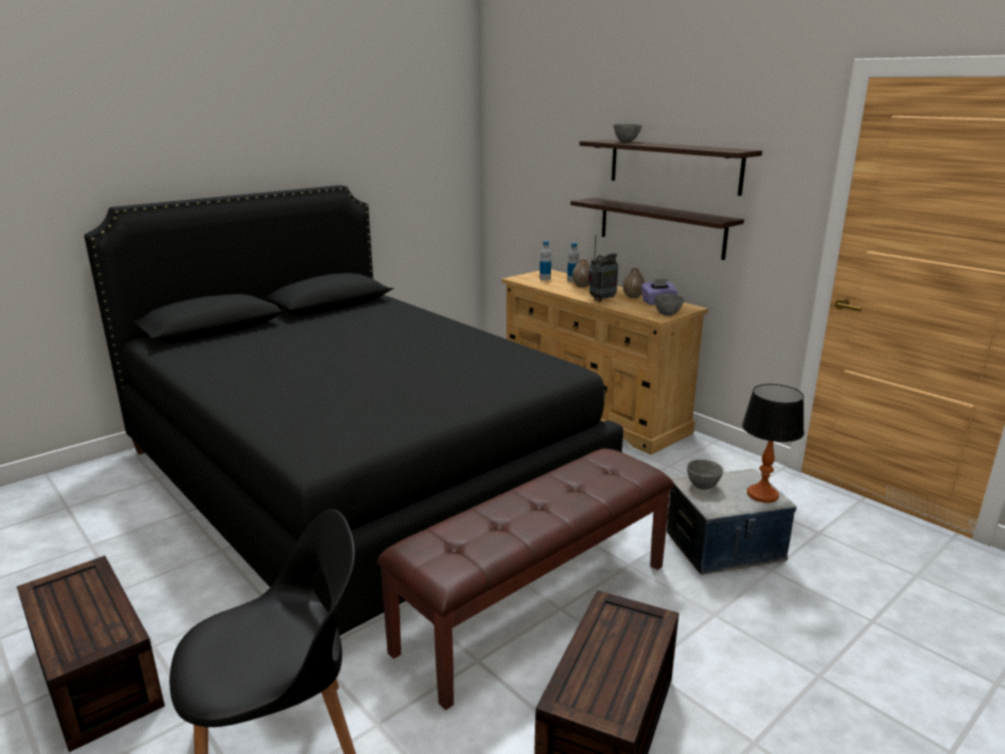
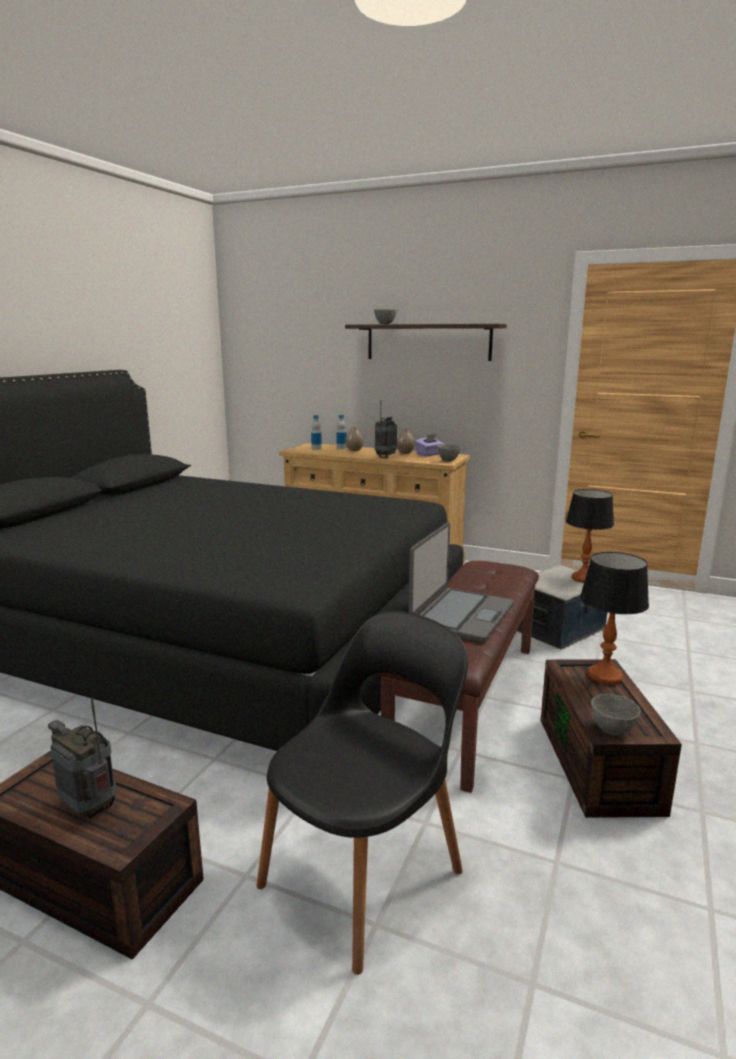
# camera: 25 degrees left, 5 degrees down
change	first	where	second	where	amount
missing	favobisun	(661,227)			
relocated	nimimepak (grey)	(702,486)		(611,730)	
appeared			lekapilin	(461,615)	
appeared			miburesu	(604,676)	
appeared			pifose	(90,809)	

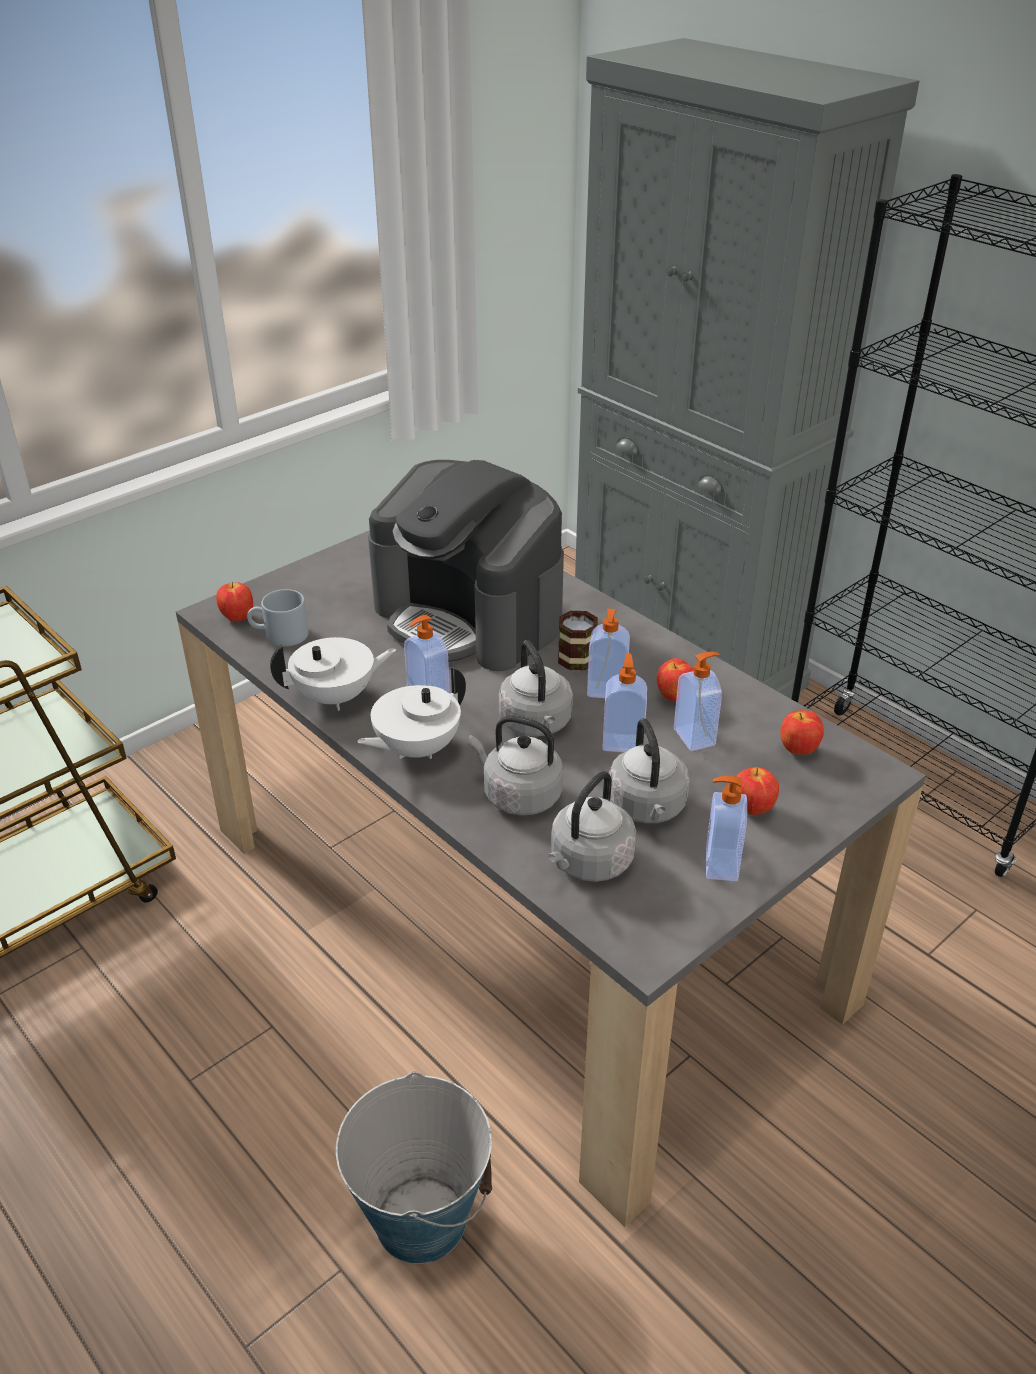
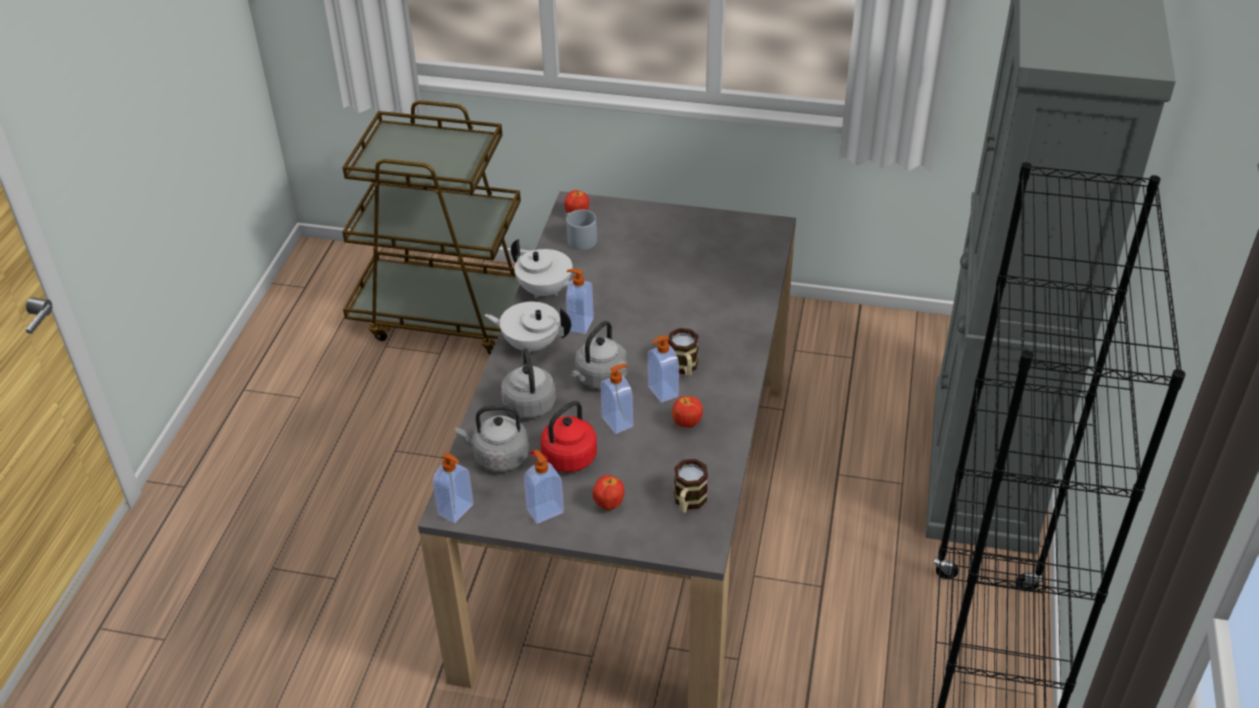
# camera: 55 degrees right, 5 degrees up
change	first	where	second	where	amount
missing	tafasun	(470,617)			
relocated	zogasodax	(695,737)		(456,510)	
exchanged	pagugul	(798,750)	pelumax	(688,502)	
colour	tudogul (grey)	(647,808)	tudogul (red)	(566,459)	
missing	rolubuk	(421,1218)			

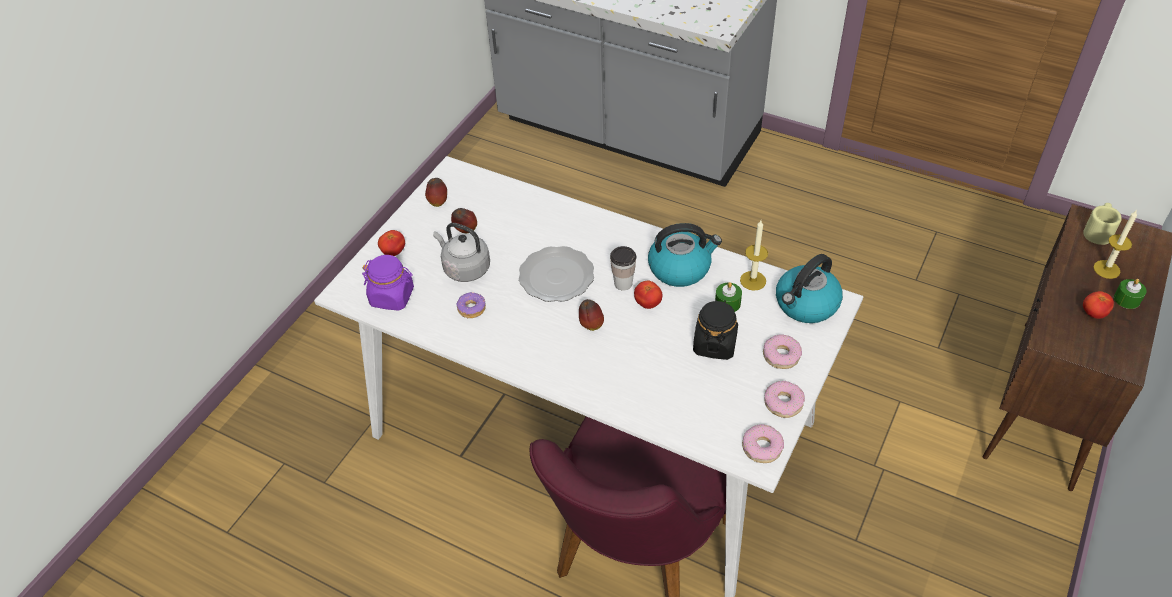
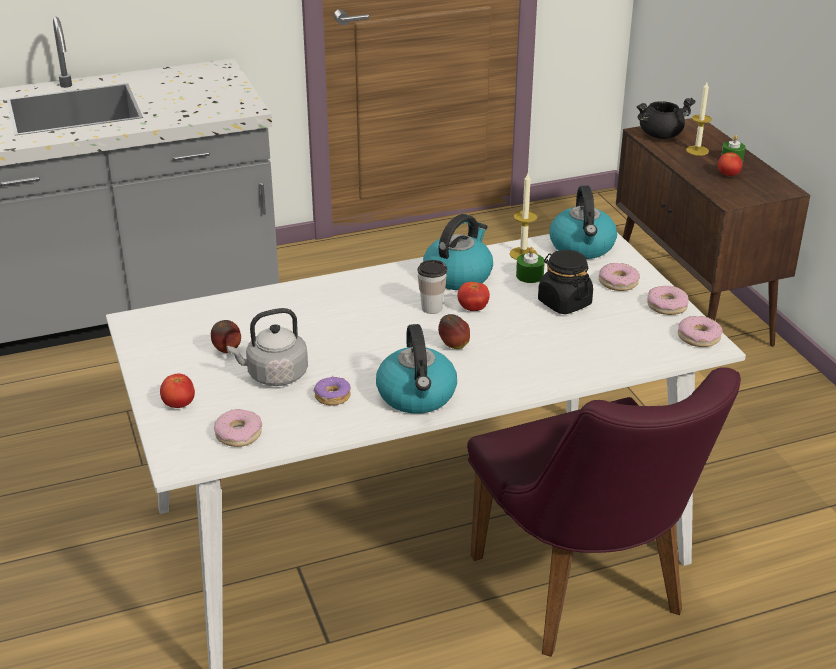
# camera: 50 degrees left, 15 degrees down
change	first	where	second	where	amount
missing	pagugul	(438,202)			
exchanged	pelumax (beige)	(1098,231)	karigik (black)	(661,135)	
missing	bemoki	(555,277)			
exchanged	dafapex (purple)	(392,297)	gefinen	(239,434)	
appeared			tudogul	(417,396)	

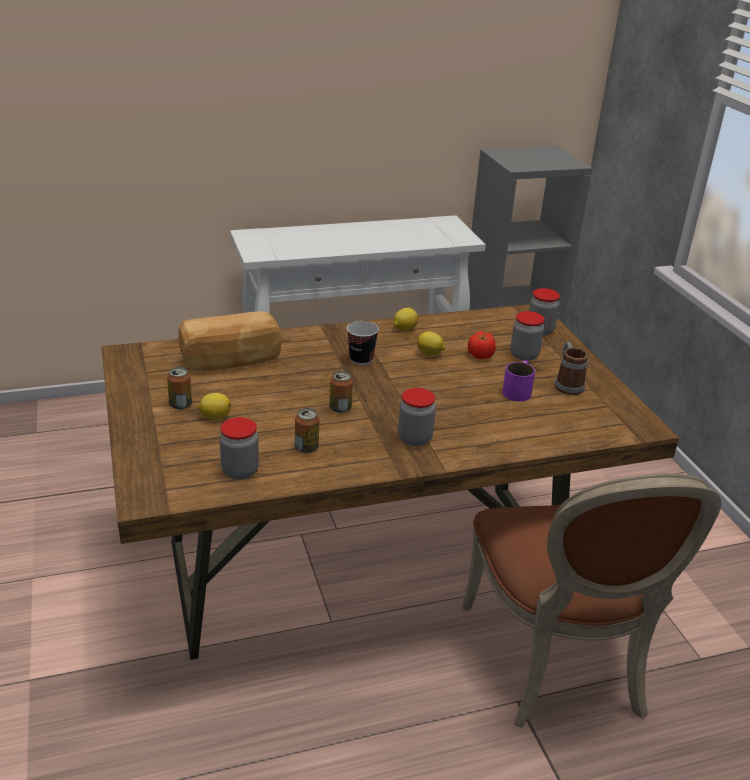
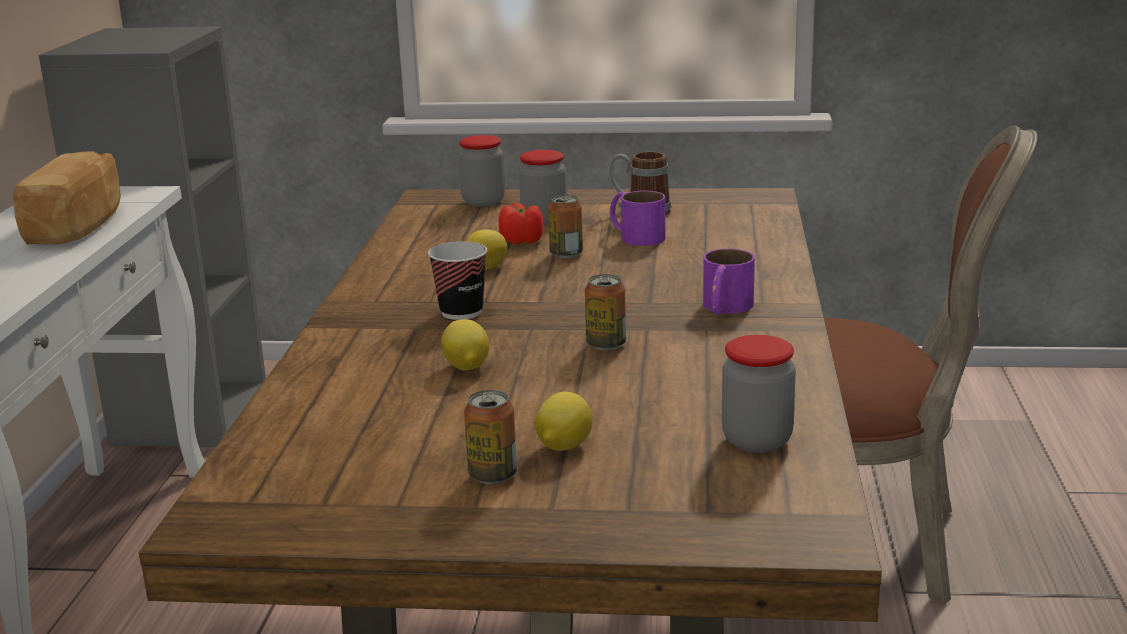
# camera: 65 degrees left, 10 degrees down
change	first	where	second	where	amount
relocated	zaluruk	(404,329)		(466,367)	
relocated	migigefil	(231,360)		(79,226)	
exchanged	dafapex	(415,438)	pelumax (purple)	(724,308)	
relocated	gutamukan	(306,448)		(566,254)	

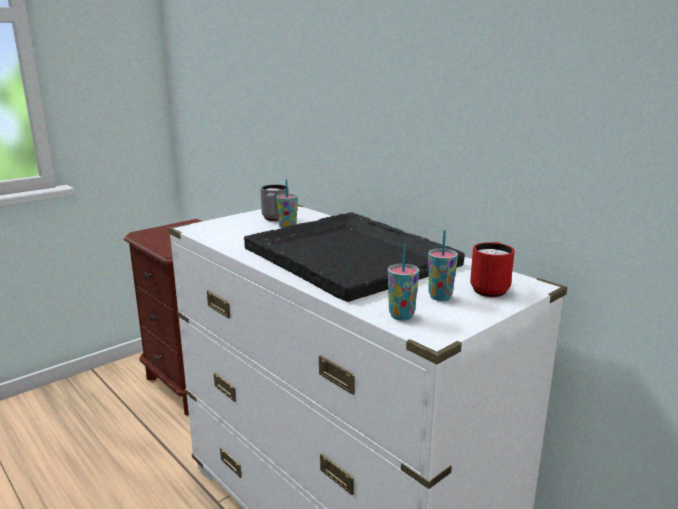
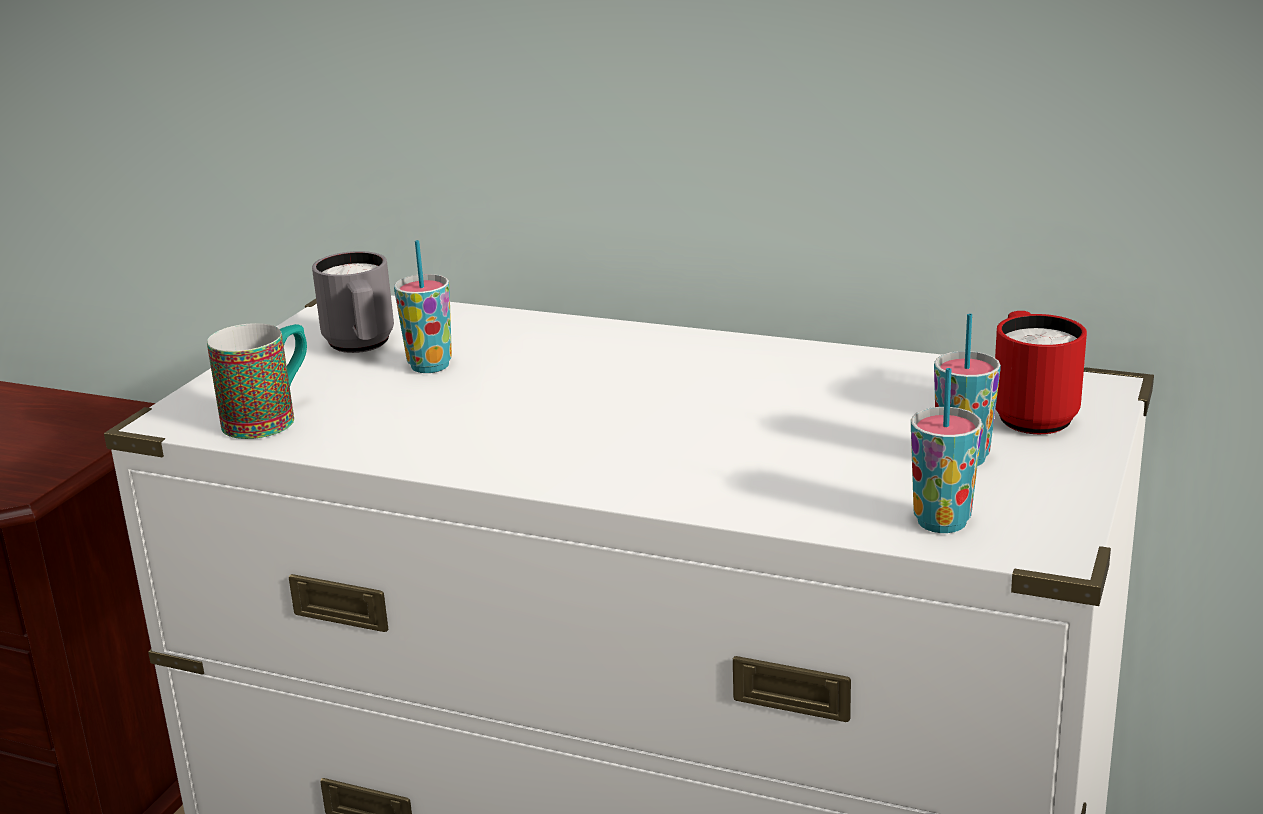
# camera: 25 degrees left, 5 degrees up
change	first	where	second	where	amount
missing	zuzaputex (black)	(348,256)			
appeared			pelumax	(271,417)	

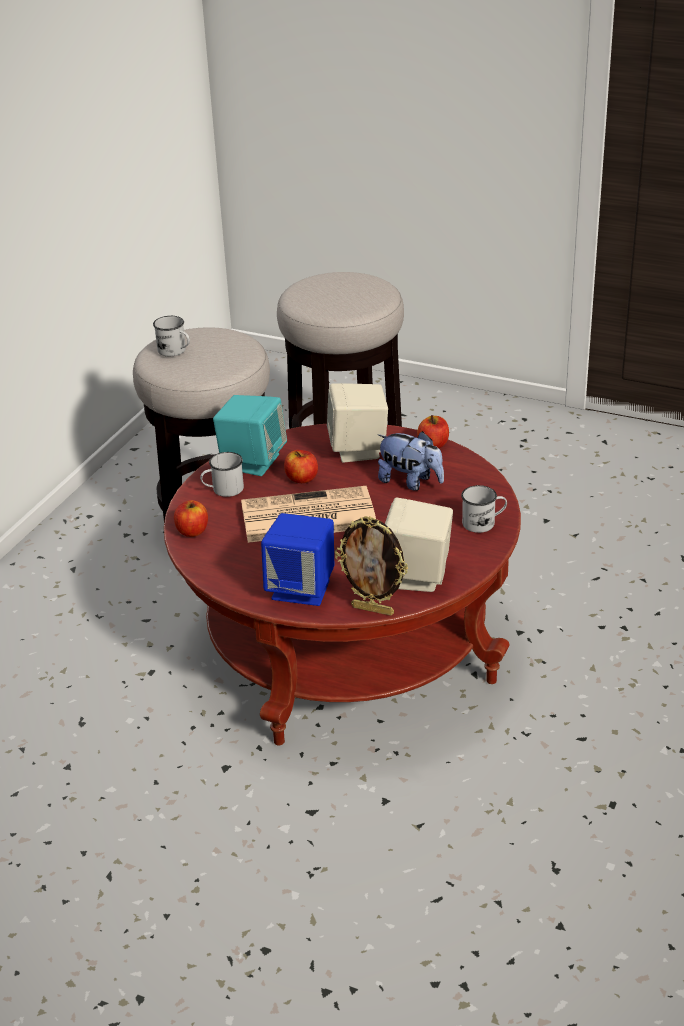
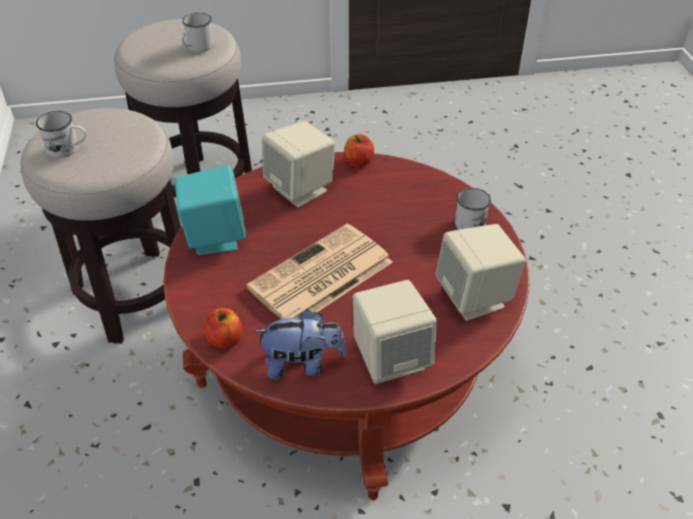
# camera: 35 degrees left, 10 degrees up
change	first	where	second	where	amount
relocated	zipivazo	(410,482)		(302,364)	
missing	pagugul	(302,479)			
relocated	pelumax (white)	(223,490)		(197,48)	
colour	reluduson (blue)	(302,589)	reluduson (beige)	(391,358)	
missing	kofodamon	(373,609)			

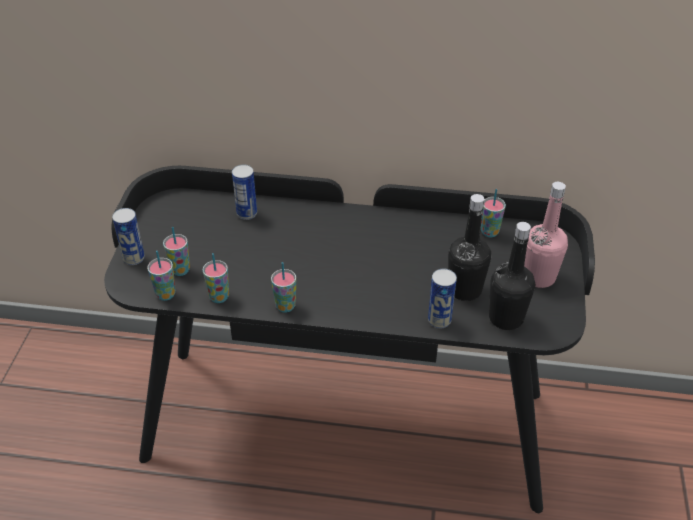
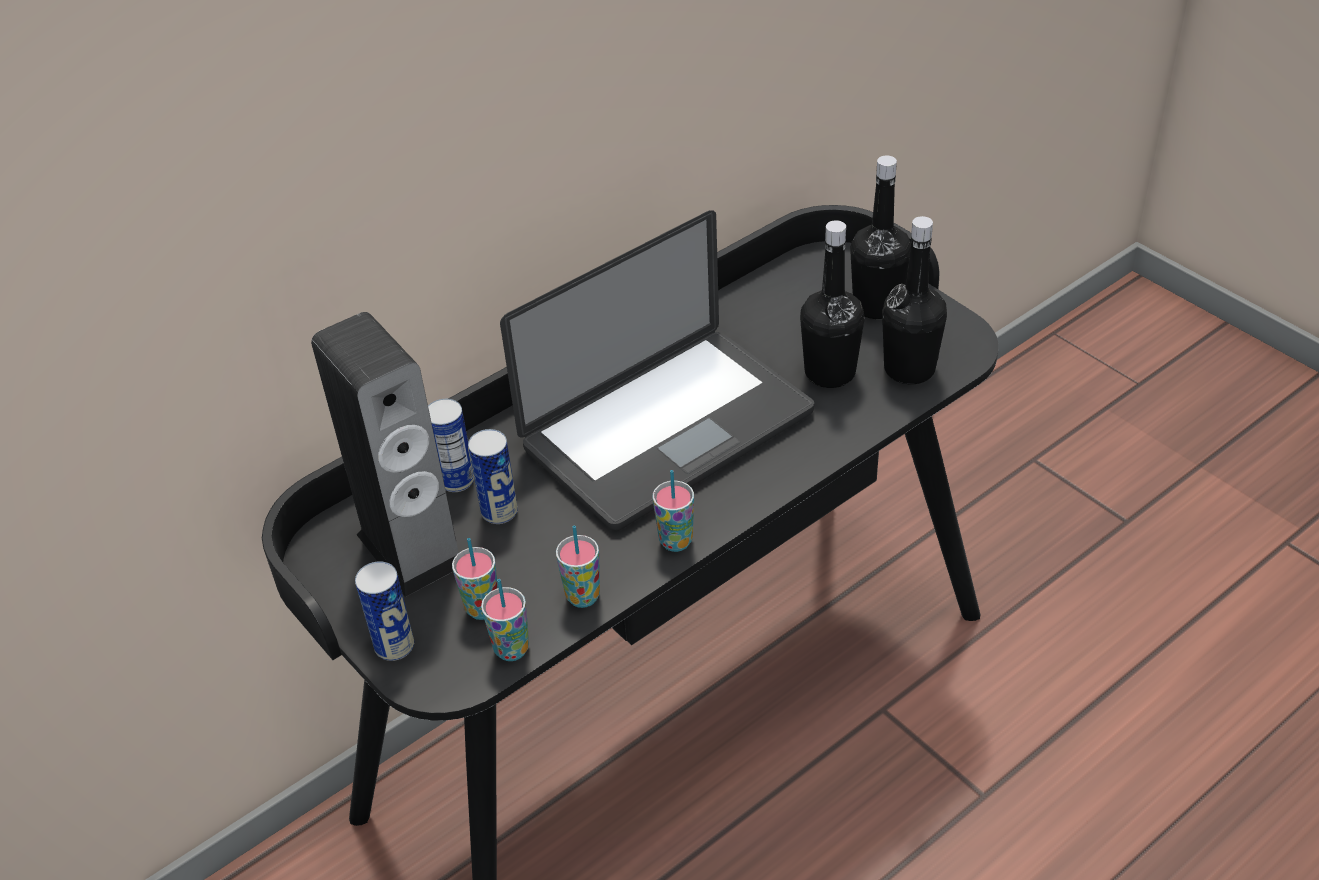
# camera: 45 degrees left, 0 degrees up
change	first	where	second	where	amount
colour	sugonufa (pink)	(538,277)	sugonufa (black)	(877,305)	
missing	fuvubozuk	(489,232)			
relocated	gutamukan	(439,320)		(499,512)	
appeared			lekapilin	(668,431)	
appeared			reluduson	(411,549)	

